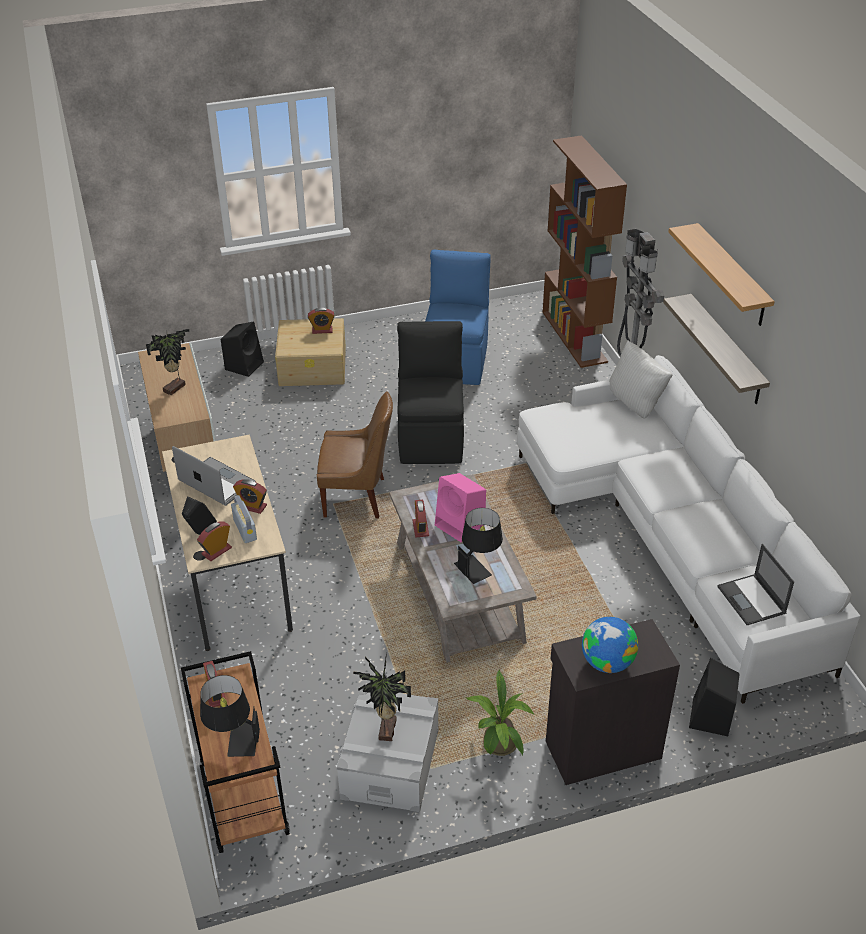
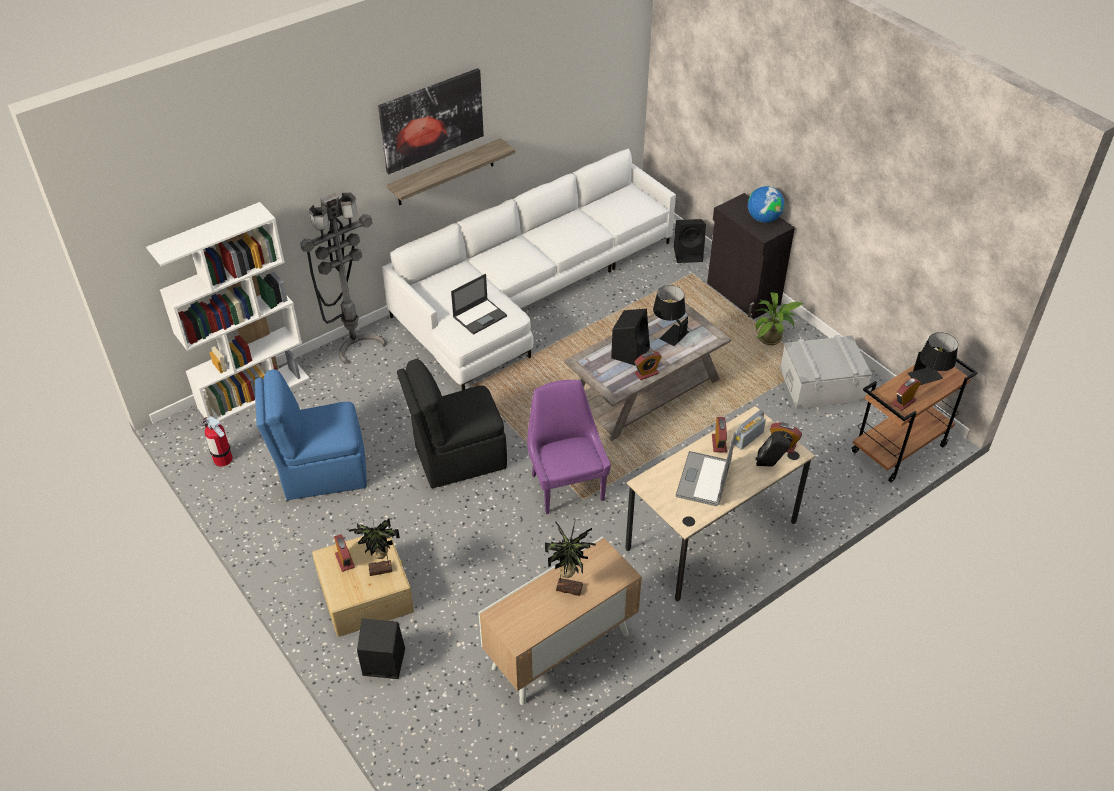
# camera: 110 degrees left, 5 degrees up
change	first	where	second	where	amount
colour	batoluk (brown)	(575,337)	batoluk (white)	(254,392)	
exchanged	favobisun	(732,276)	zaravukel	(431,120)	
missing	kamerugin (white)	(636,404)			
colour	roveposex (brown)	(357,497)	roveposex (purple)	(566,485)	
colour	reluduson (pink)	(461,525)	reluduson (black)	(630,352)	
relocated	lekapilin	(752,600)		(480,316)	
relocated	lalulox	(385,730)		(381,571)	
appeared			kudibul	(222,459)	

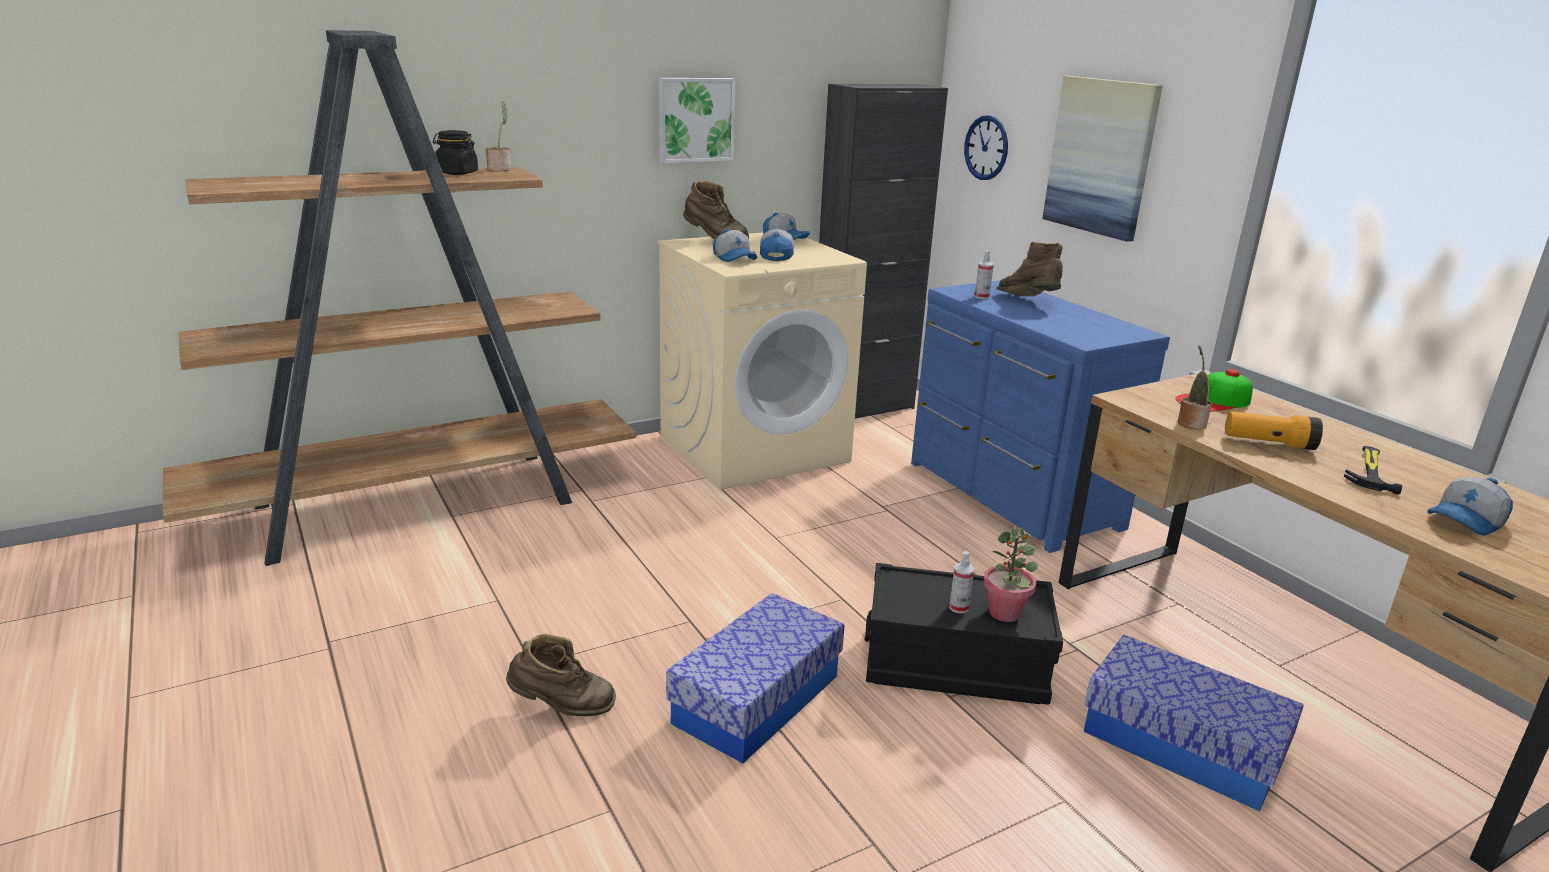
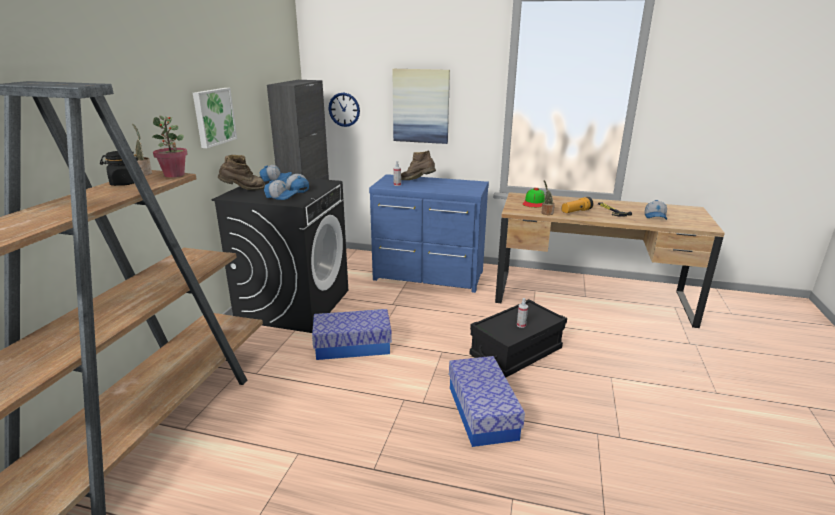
# camera: 45 degrees left, 0 degrees up
change	first	where	second	where	amount
colour	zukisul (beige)	(754,448)	zukisul (black)	(294,304)	
relocated	lalulox	(1005,613)		(174,175)	
missing	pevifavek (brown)	(562,708)			
relocated	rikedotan	(1180,744)		(352,346)	

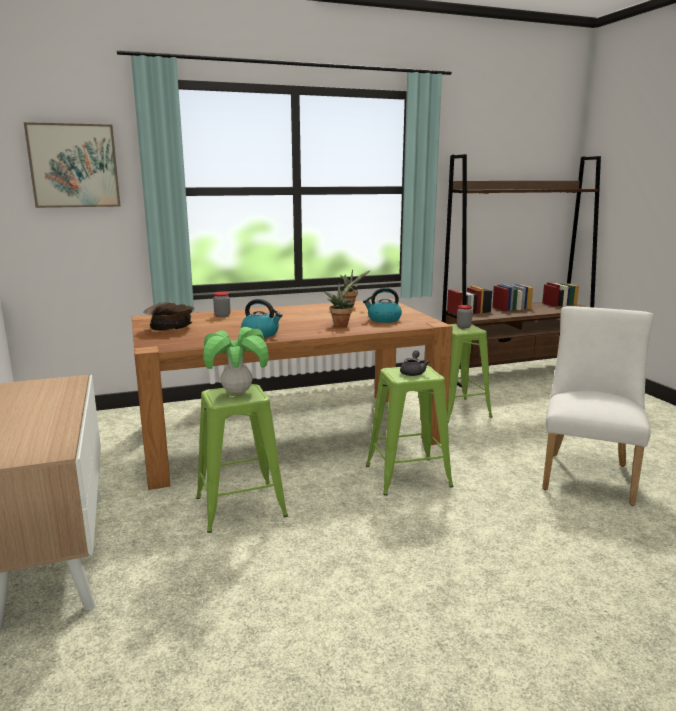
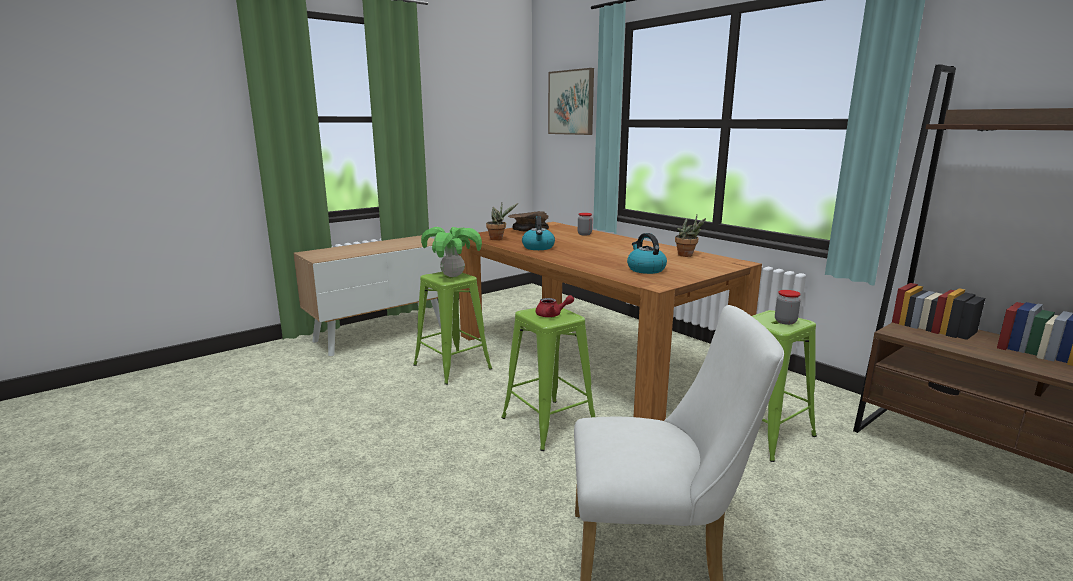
# camera: 70 degrees right, 0 degrees up
change	first	where	second	where	amount
relocated	lalulox	(341,324)		(498,239)	
colour	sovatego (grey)	(413,372)	sovatego (red)	(552,315)	

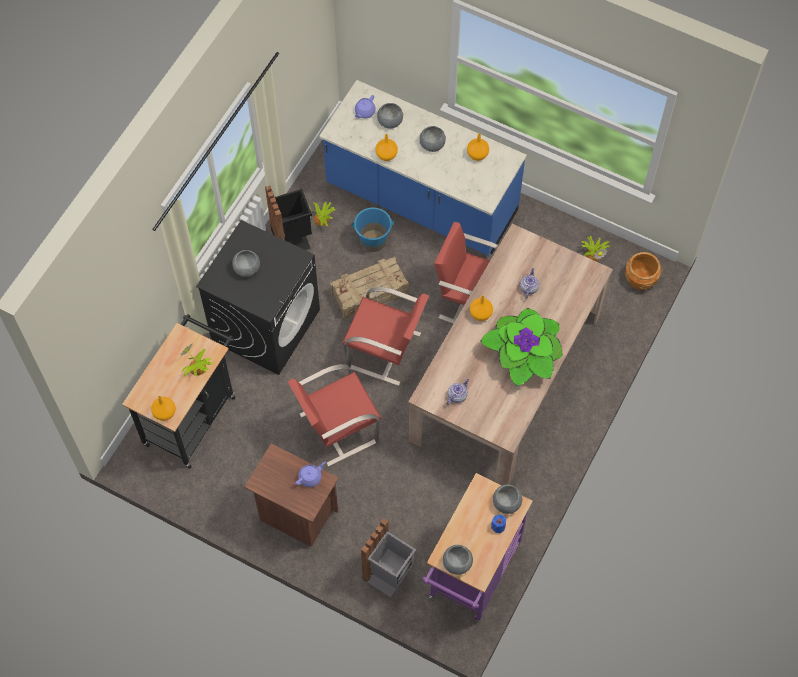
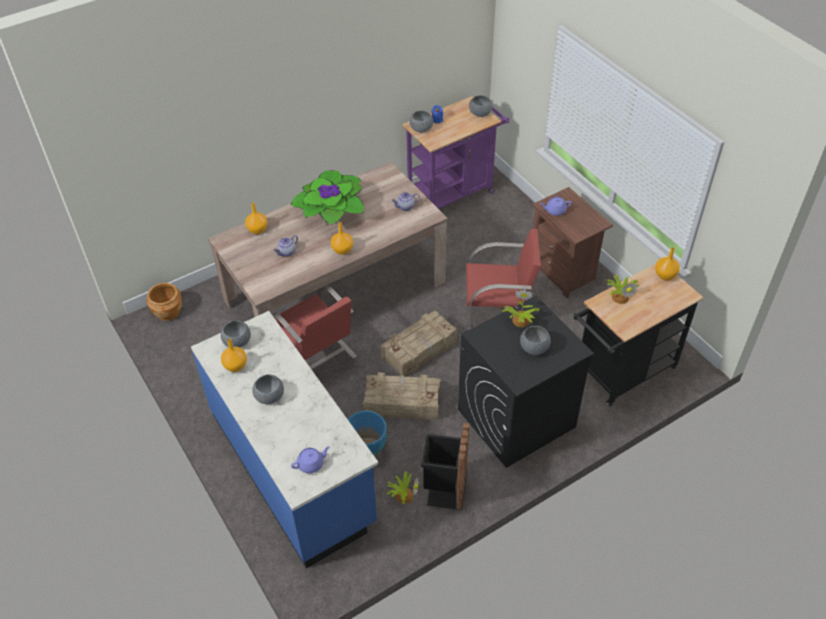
# camera: 150 degrees left, 15 degrees down
change	first	where	second	where	amount
relocated	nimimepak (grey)	(390,121)		(237,342)	
relocated	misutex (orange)	(386,155)		(258,230)	
relocated	lalulox	(593,254)		(520,321)	
exchanged	roveposex (red)	(386,351)	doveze	(420,350)	
missing	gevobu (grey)	(389,573)			

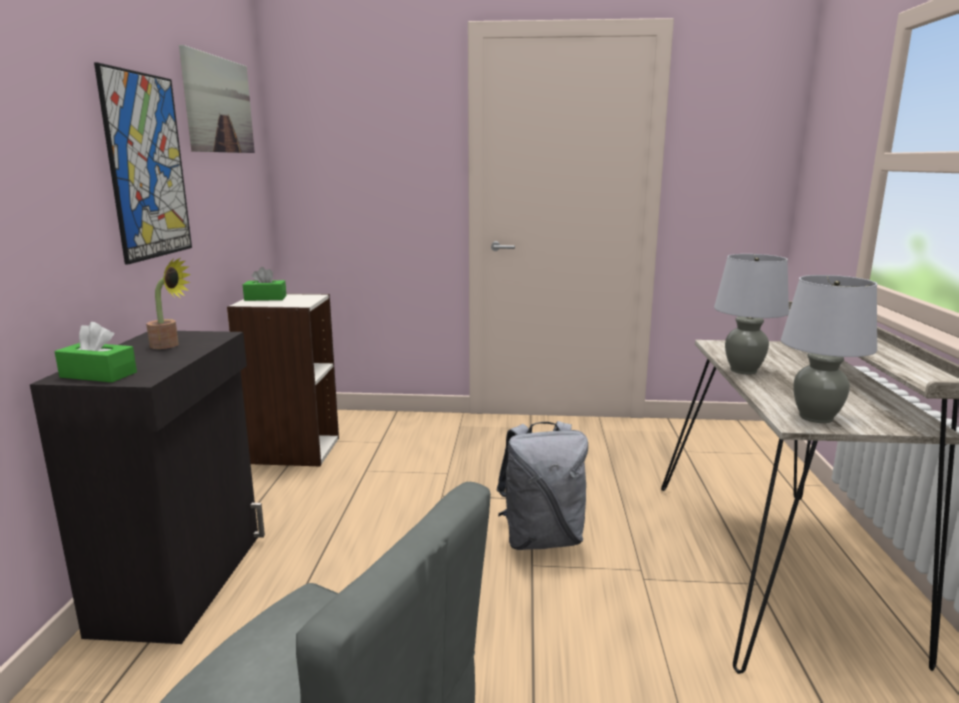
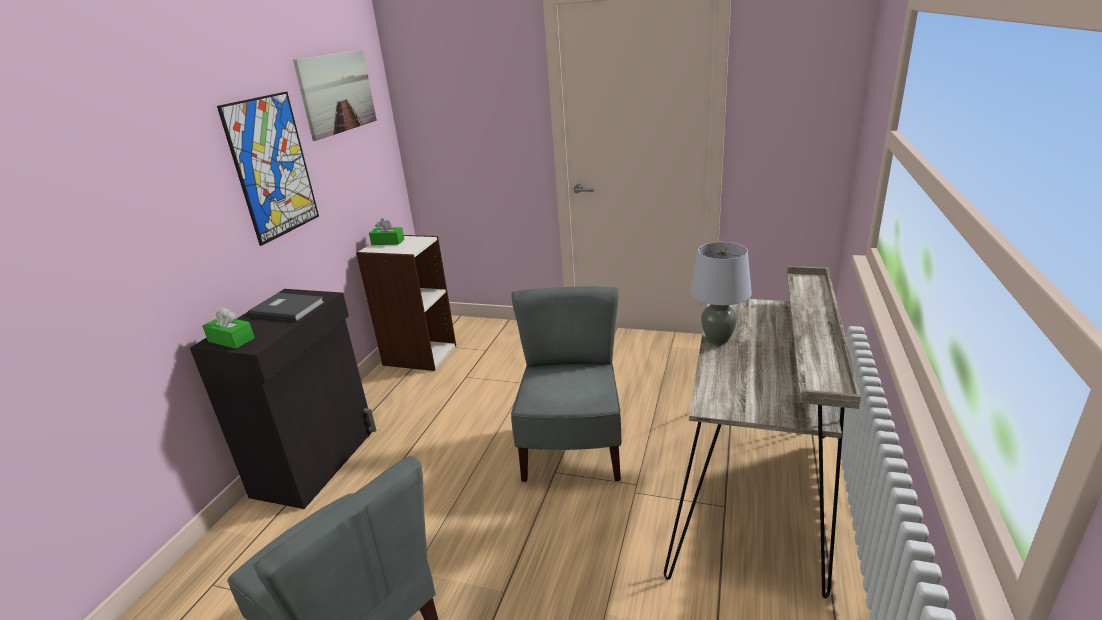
# camera: 15 degrees right, 10 degrees up
change	first	where	second	where	amount
exchanged	lalulox	(169,345)	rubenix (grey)	(288,308)	
missing	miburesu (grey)	(816,417)			
exchanged	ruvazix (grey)	(542,539)	roveposex (grey)	(572,450)	

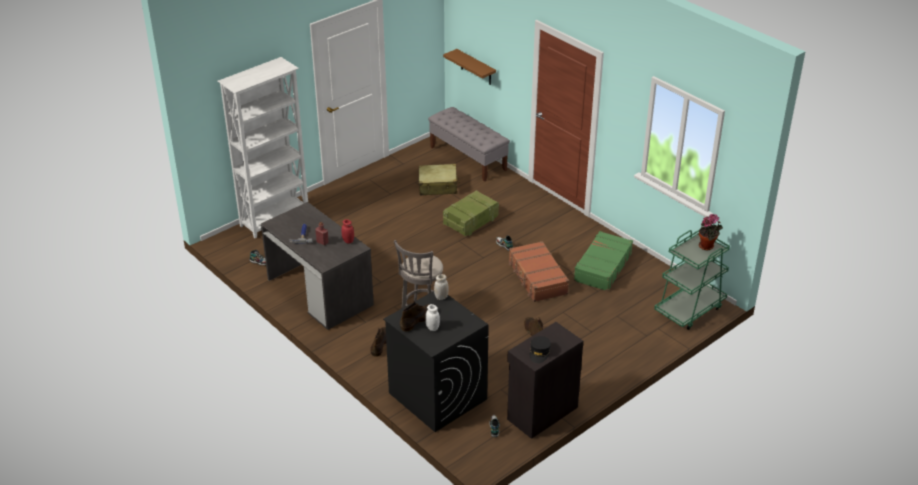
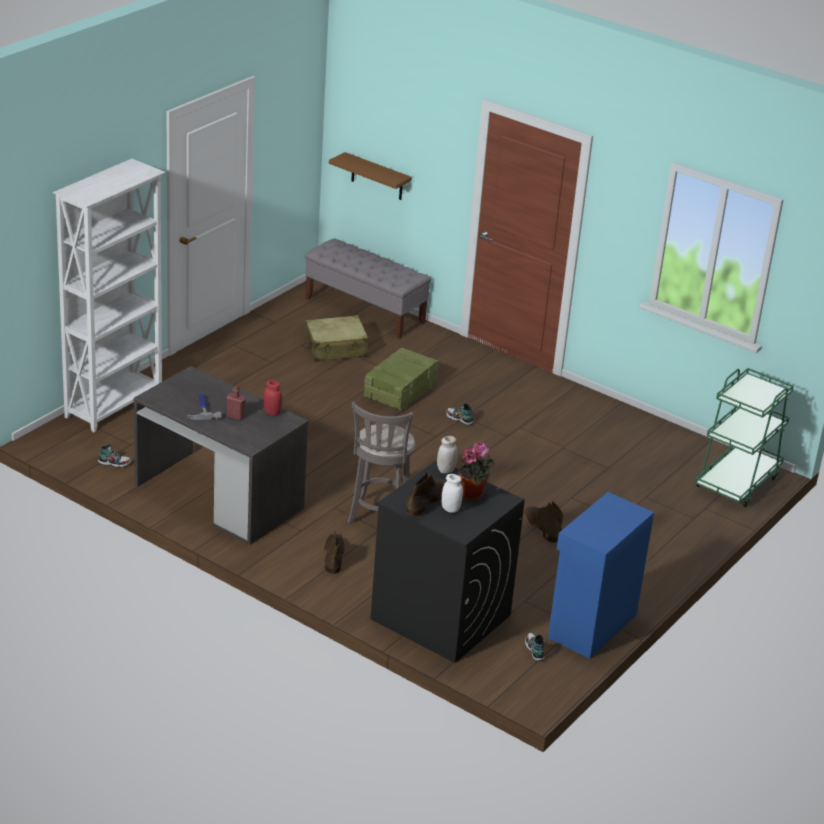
# camera: 15 degrees left, 5 degrees down
change	first	where	second	where	amount
relocated	lalulox	(707,246)		(473,494)	
missing	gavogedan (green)	(602,267)			
missing	gavogedan (brown)	(537,278)			
colour	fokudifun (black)	(541,413)	fokudifun (blue)	(590,625)	
missing	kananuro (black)	(539,353)			

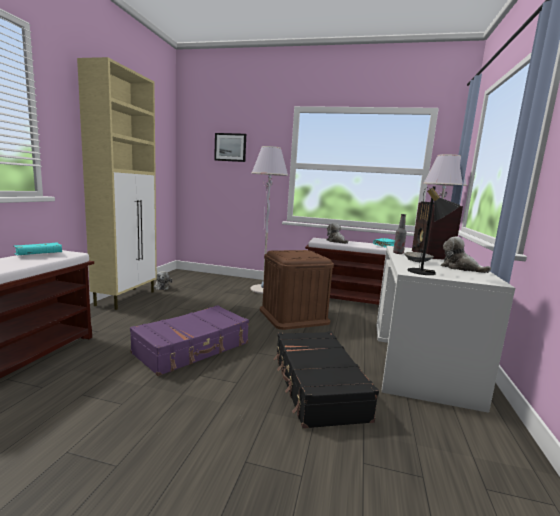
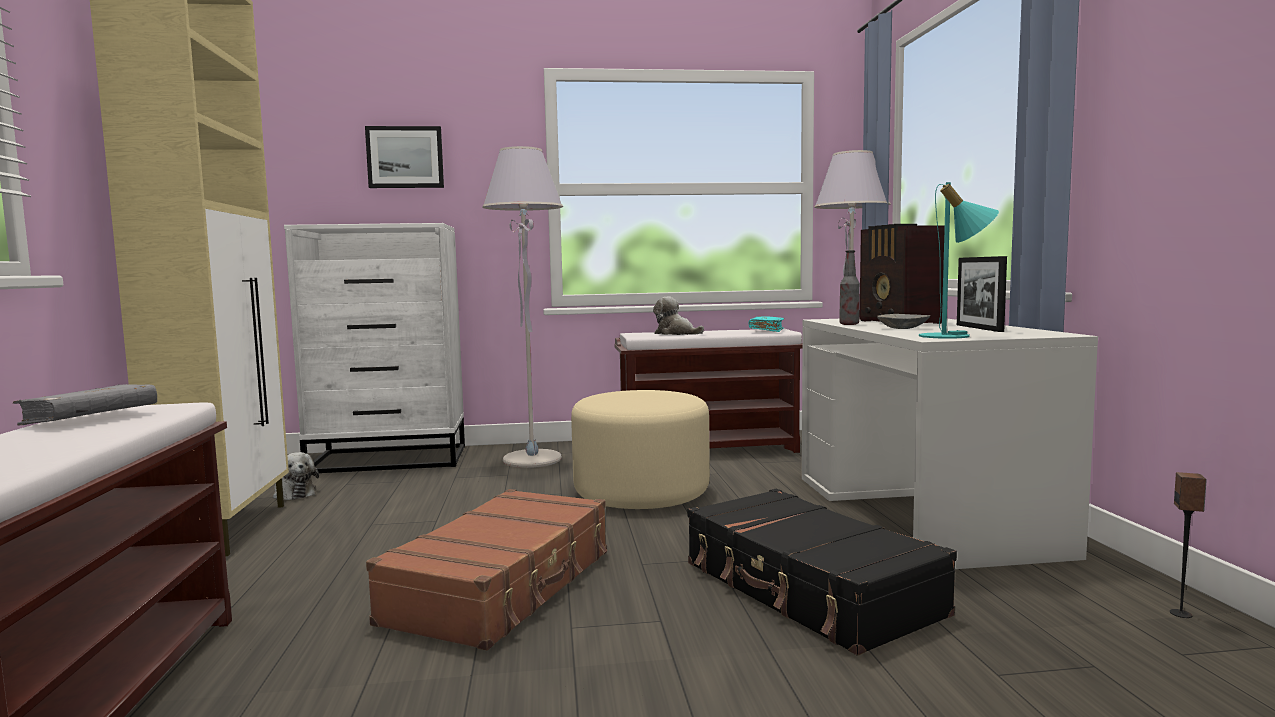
# camera: 20 degrees left, 5 degrees down
change	first	where	second	where	amount
colour	miburesu (black)	(427,273)	miburesu (turquoise)	(954,336)	
exchanged	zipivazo	(460,268)	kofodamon	(979,328)	
colour	rubenix (turquoise)	(38,254)	rubenix (grey)	(90,418)	
exchanged	rikedotan (brown)	(293,316)	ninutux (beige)	(642,492)	
colour	gavogedan (purple)	(193,348)	gavogedan (brown)	(503,586)	
appeared			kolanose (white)	(390,459)	
appeared			reluduson	(1181,614)	

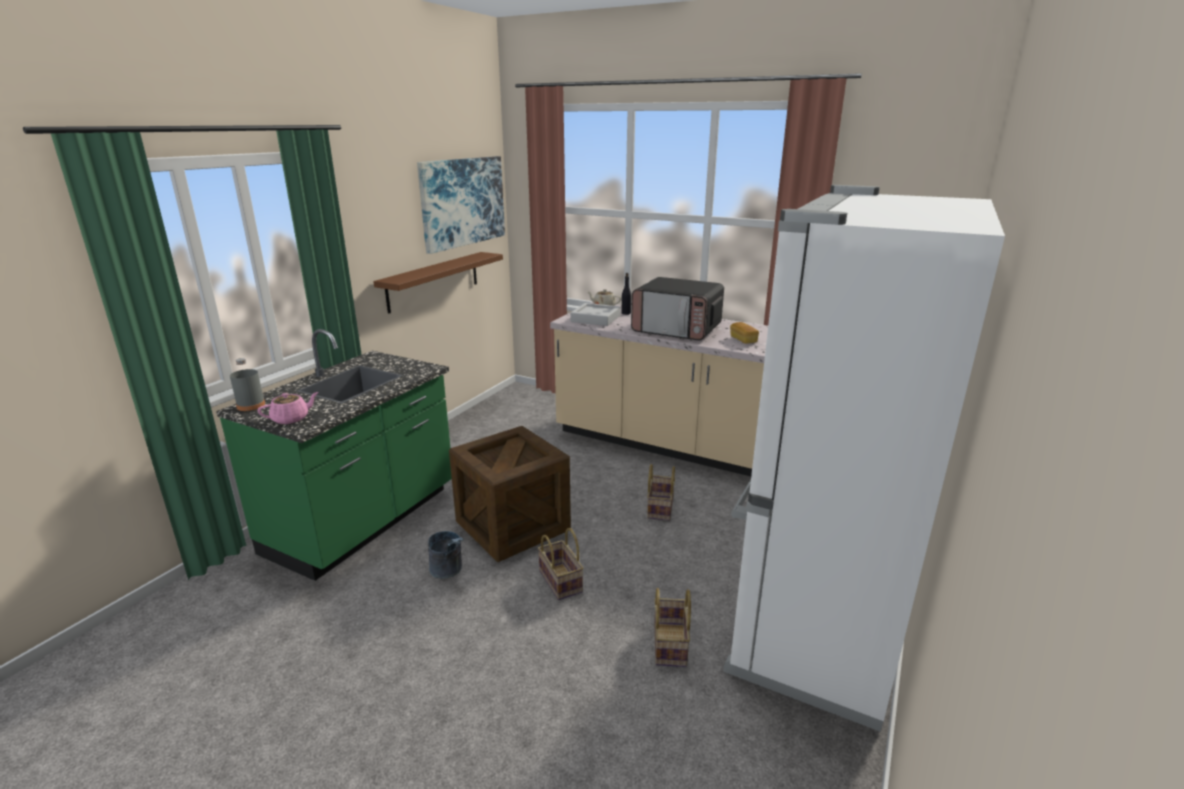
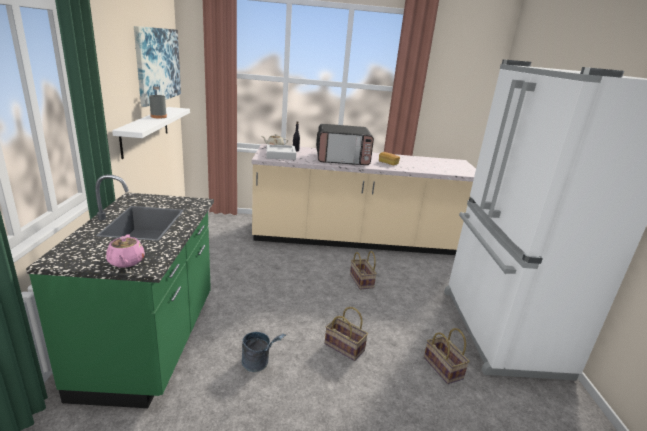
# camera: 30 degrees left, 0 degrees up
change	first	where	second	where	amount
colour	favobisun (brown)	(434,281)	favobisun (white)	(145,130)	
relocated	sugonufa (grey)	(251,405)		(158,117)	
spun	sovatego (pink)	(291,419)		(126,262)	135 degrees clockwise
missing	doveze	(512,526)			

